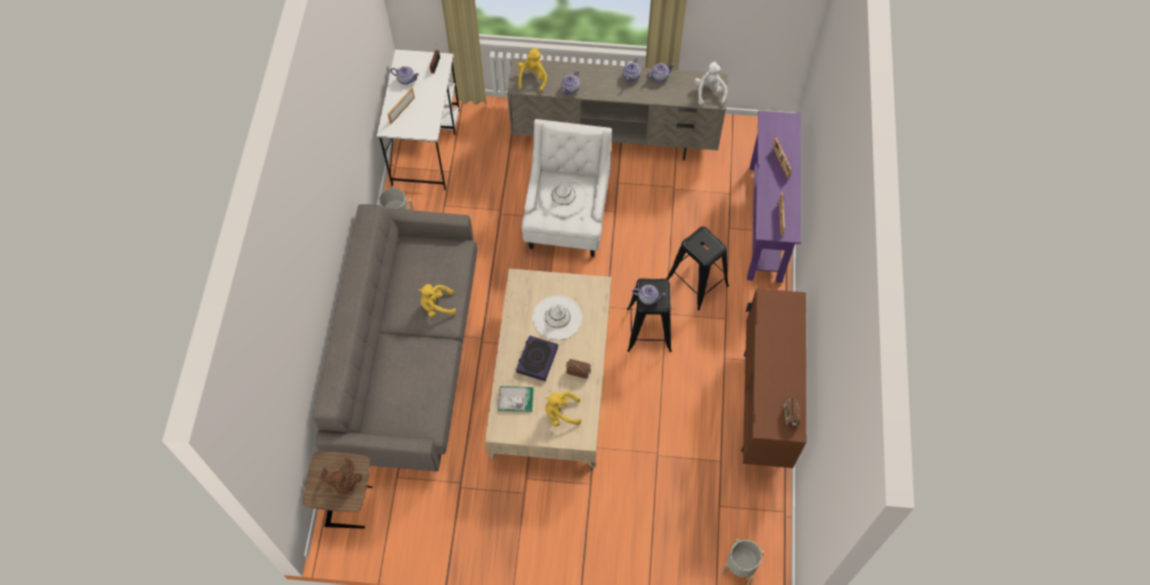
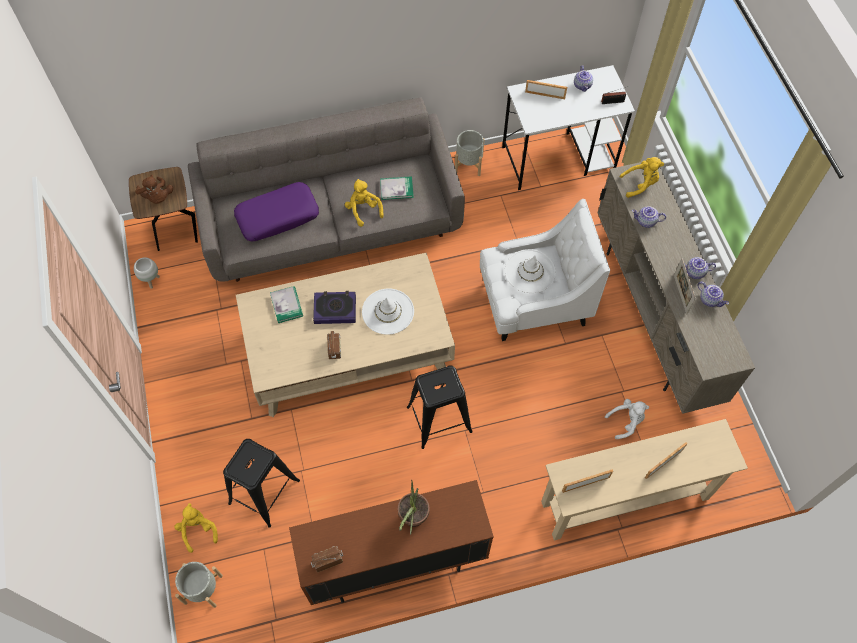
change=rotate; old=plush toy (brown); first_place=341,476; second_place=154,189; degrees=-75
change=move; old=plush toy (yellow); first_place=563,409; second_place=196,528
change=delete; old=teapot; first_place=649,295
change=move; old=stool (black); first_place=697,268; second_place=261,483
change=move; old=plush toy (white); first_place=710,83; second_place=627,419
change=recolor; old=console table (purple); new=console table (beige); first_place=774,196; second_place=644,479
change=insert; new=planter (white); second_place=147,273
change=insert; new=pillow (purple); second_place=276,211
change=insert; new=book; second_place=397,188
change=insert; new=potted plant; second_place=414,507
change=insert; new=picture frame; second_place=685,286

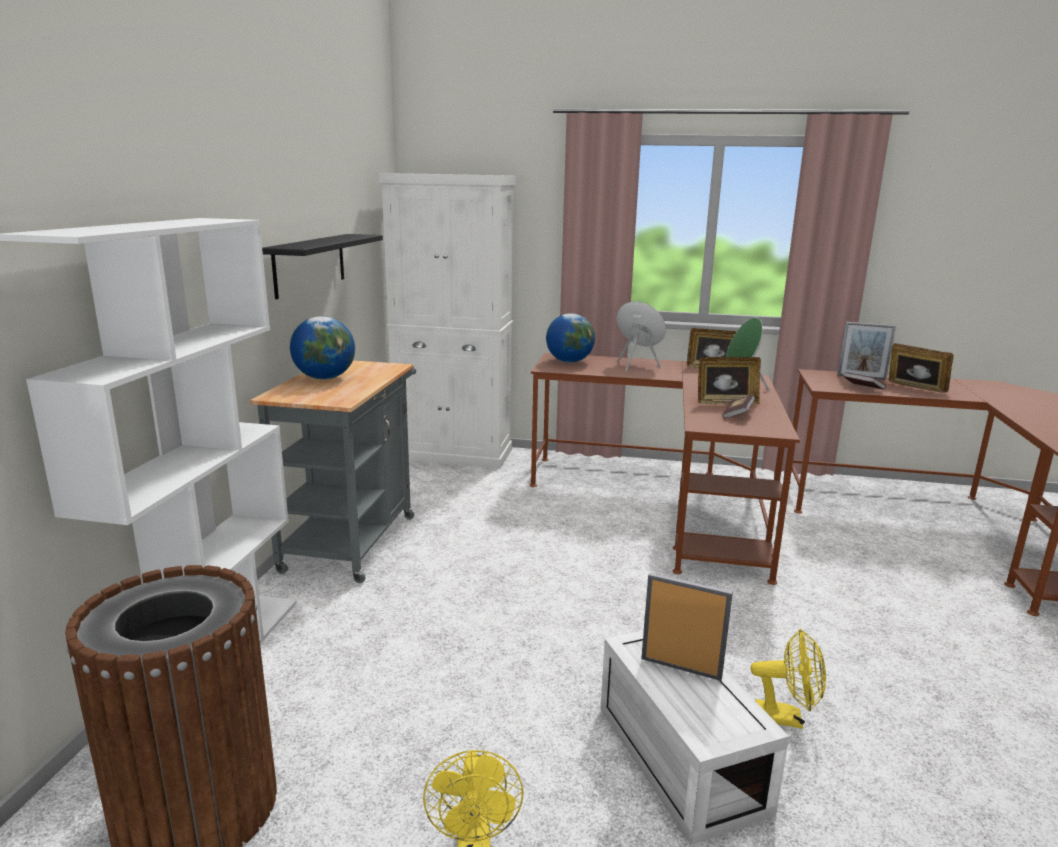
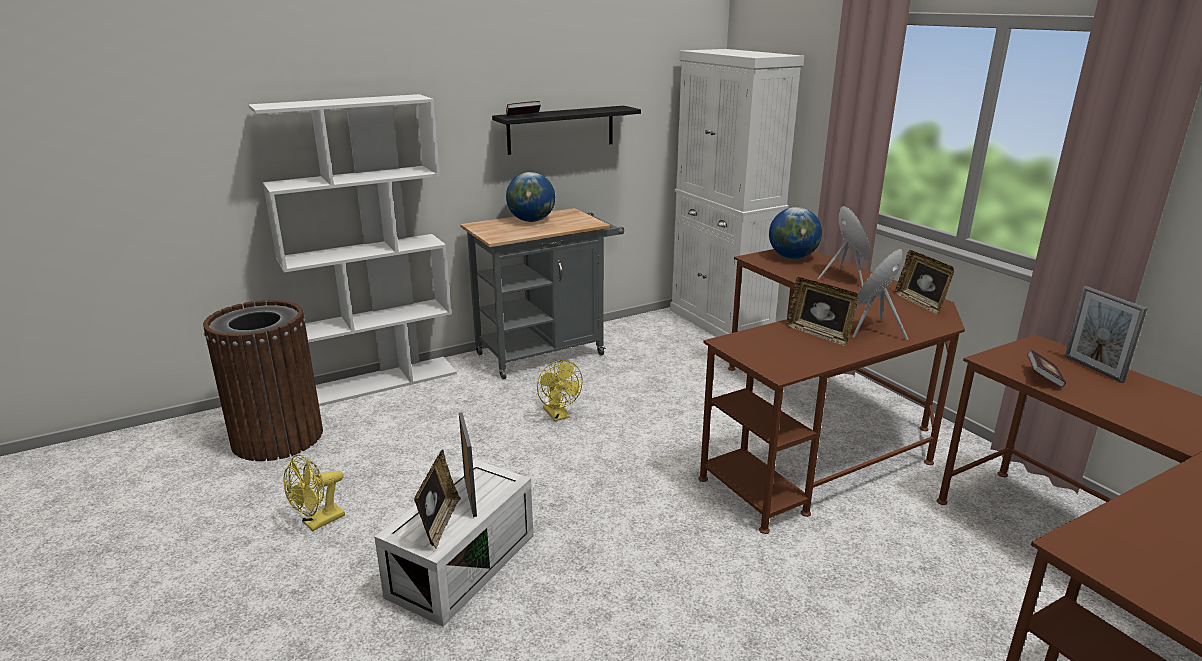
change=move; old=book; first_place=739,406; second_place=523,108
change=move; old=fan (yellow); first_place=788,679; second_place=560,390
change=move; old=picture frame; first_place=921,368; second_place=437,499

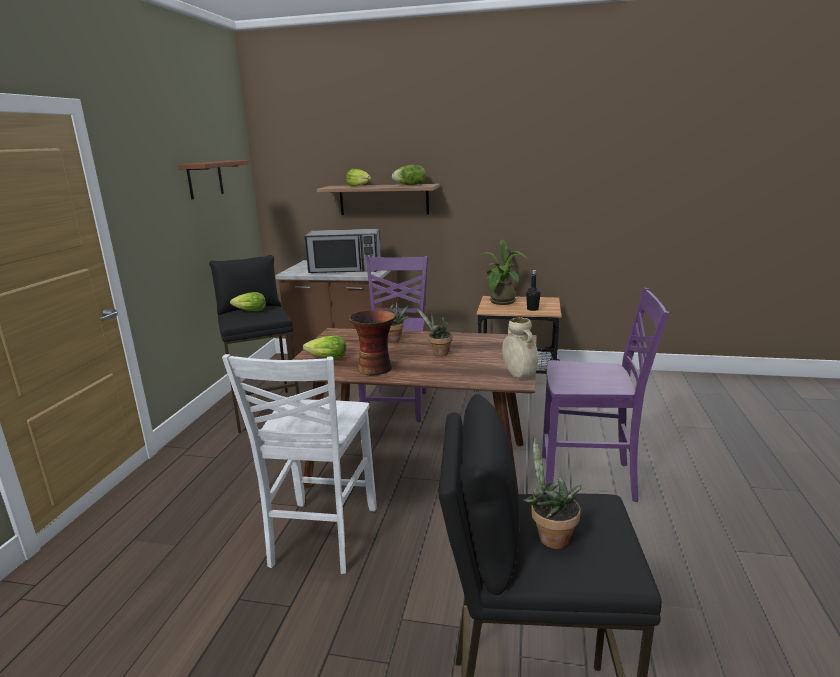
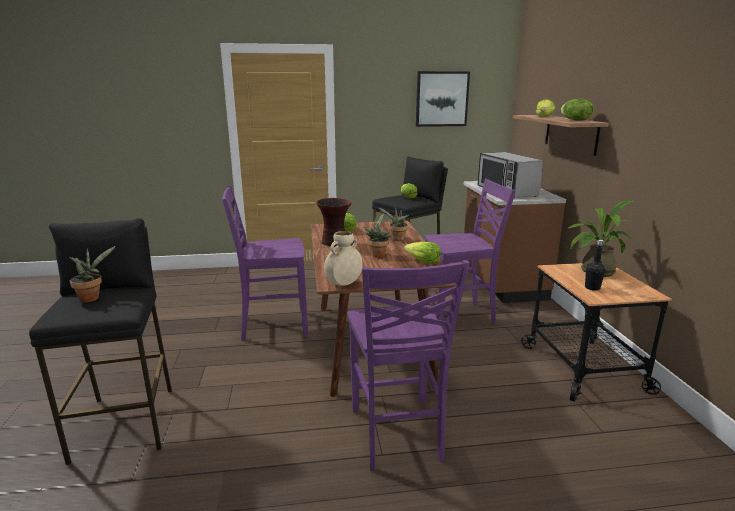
change=replace; old=shelf (brown); new=picture; first_place=213,180; second_place=443,99
change=recolor; old=chair (white); new=chair (purple); first_place=299,464; second_place=265,262
change=insert; new=lettuce; second_place=422,253

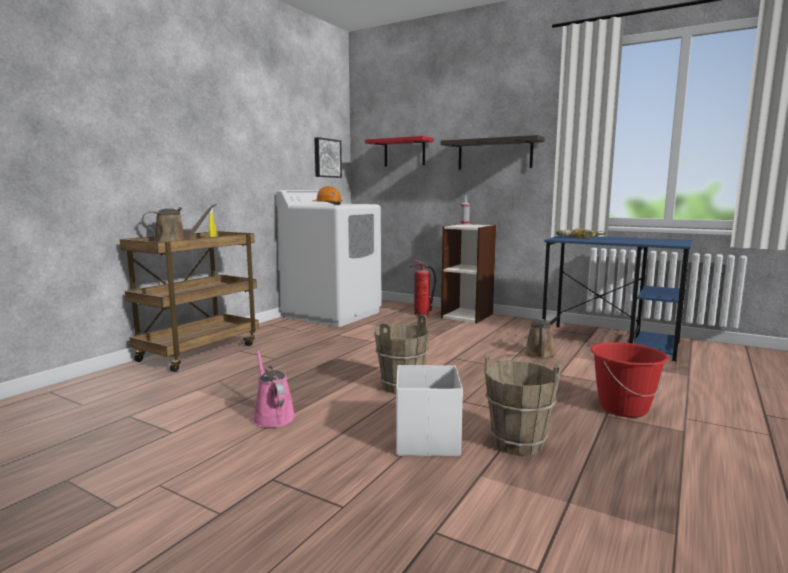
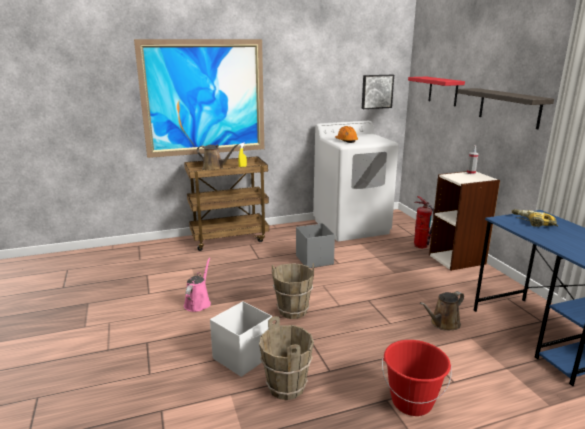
change=insert; new=picture; second_place=199,98
change=insert; new=storage box (grey); second_place=315,245

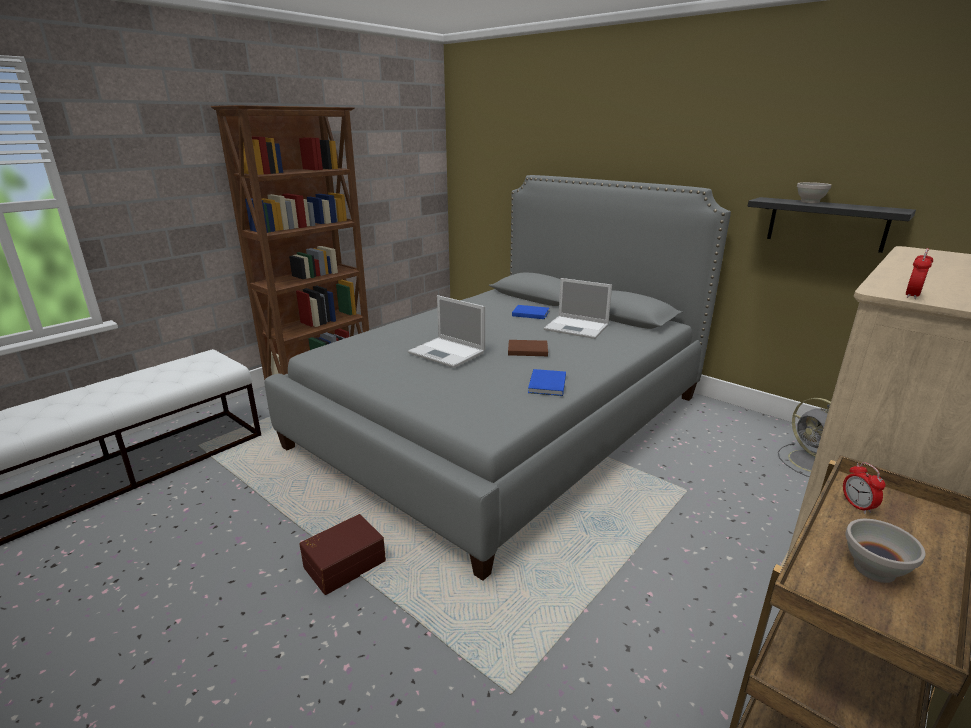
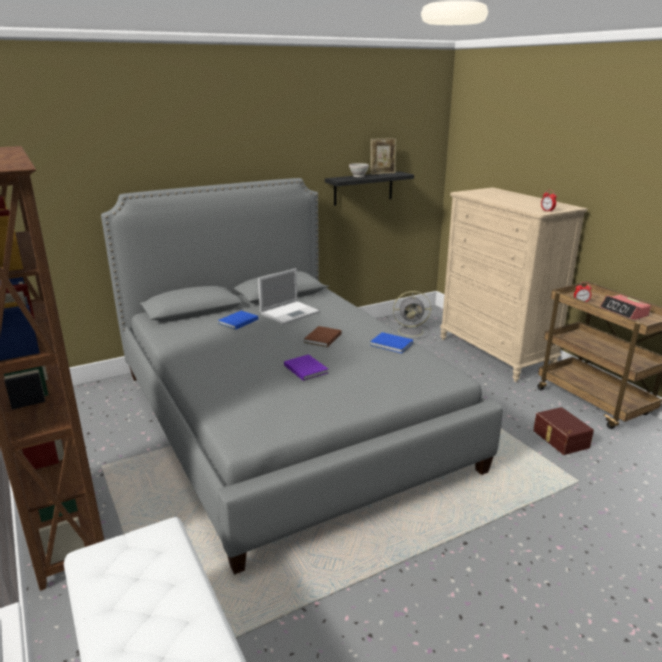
change=move; old=storage box (brown); first_place=343,554; second_place=563,431
change=replace; old=laptop; new=book (purple); first_place=446,331; second_place=306,367
change=replace; old=bowl (white); new=alarm clock; first_place=885,551; second_place=625,307
change=insert; new=picture frame; second_place=383,156

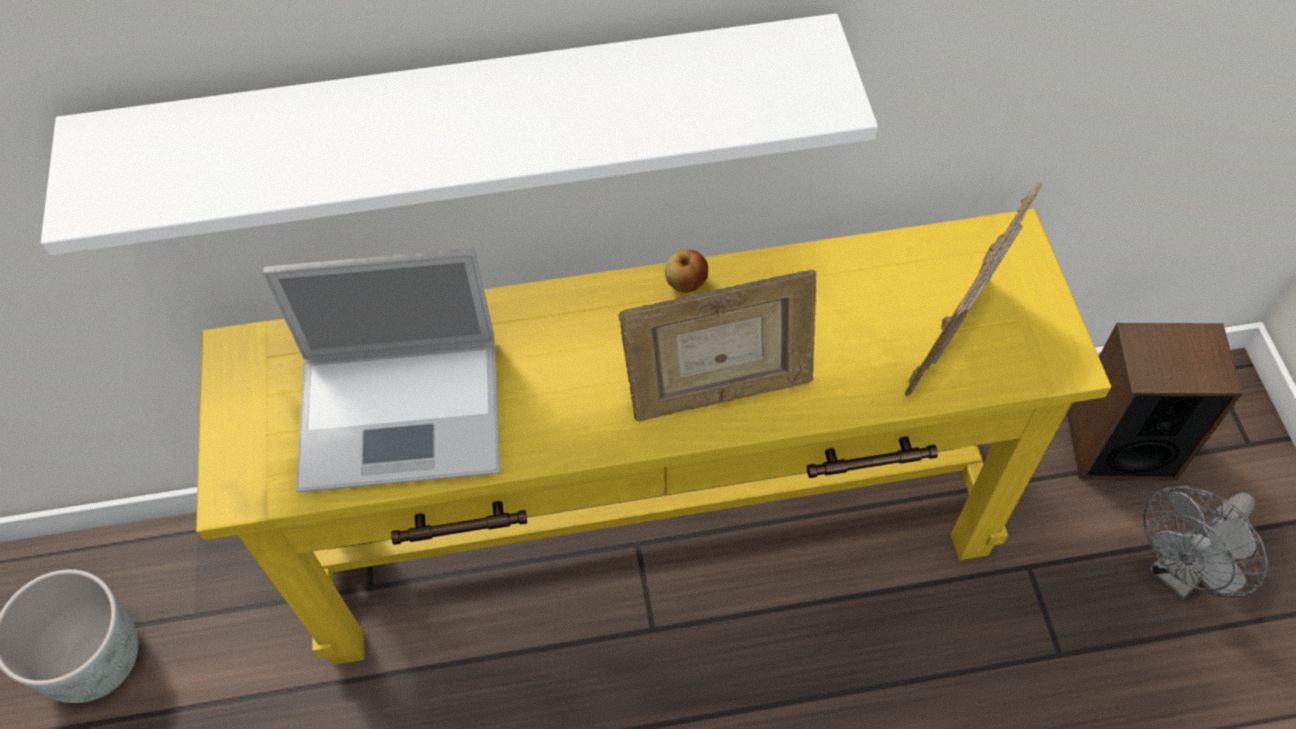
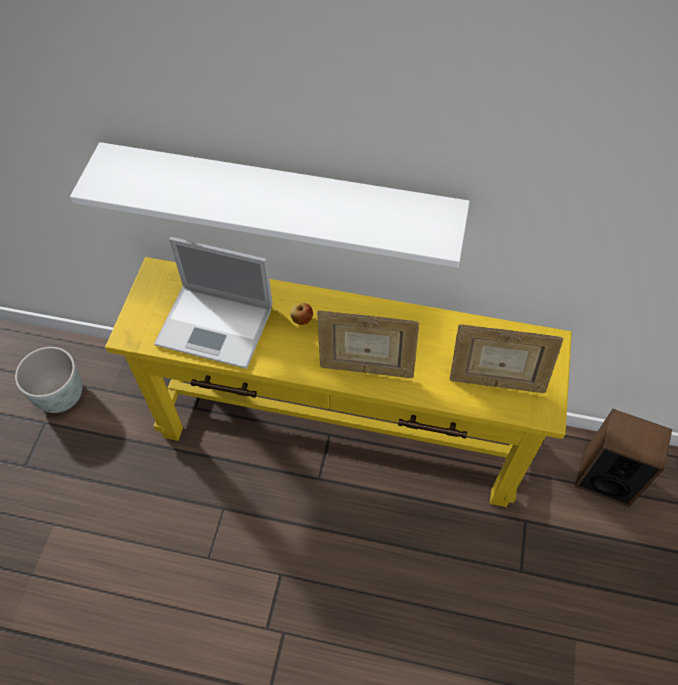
change=move; old=apple; first_place=686,271; second_place=301,314
change=rotate; old=picture frame; first_place=973,290; second_place=507,358; degrees=-135
change=delete; old=fan (grey); first_place=1205,542

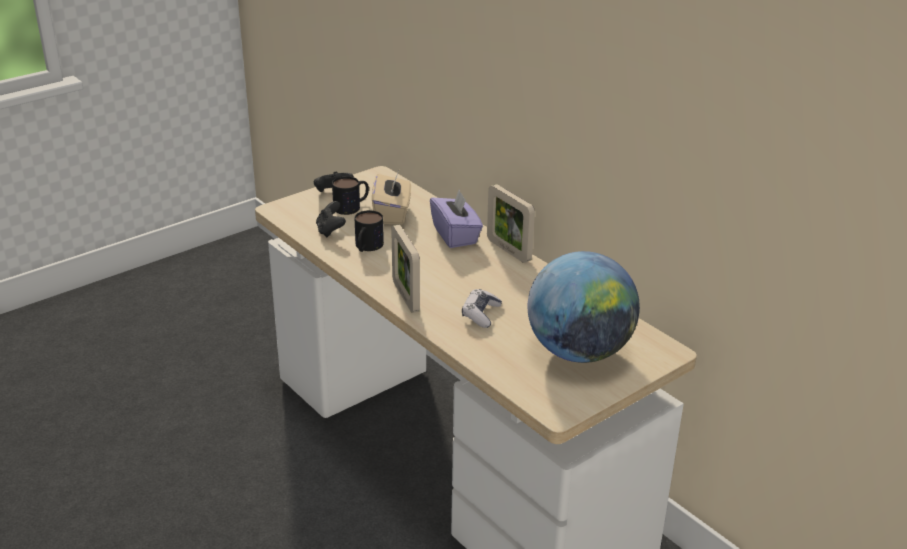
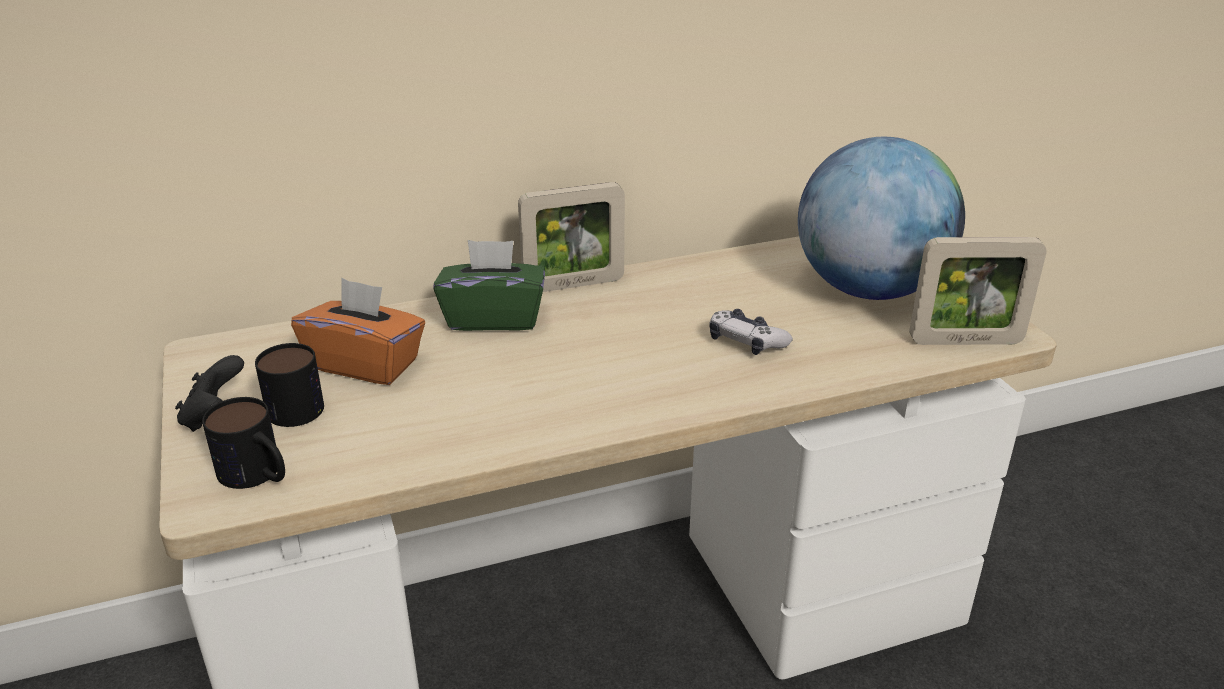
change=delete; old=game controller (black); first_place=331,219
change=move; old=mug; first_place=369,231; second_place=243,443
change=recolor; old=tissue box (beige); new=tissue box (orange); first_place=391,198; second_place=358,331
change=move; old=picture frame; first_place=405,269; second_place=978,291
change=recolor; old=tissue box (purple); new=tissue box (green); first_place=456,219; second_place=489,285

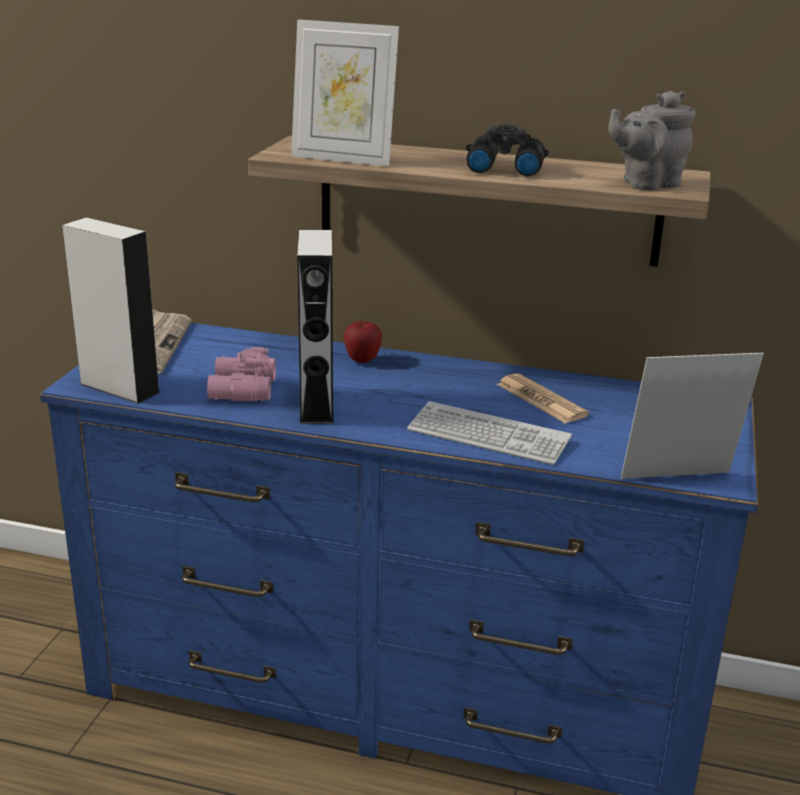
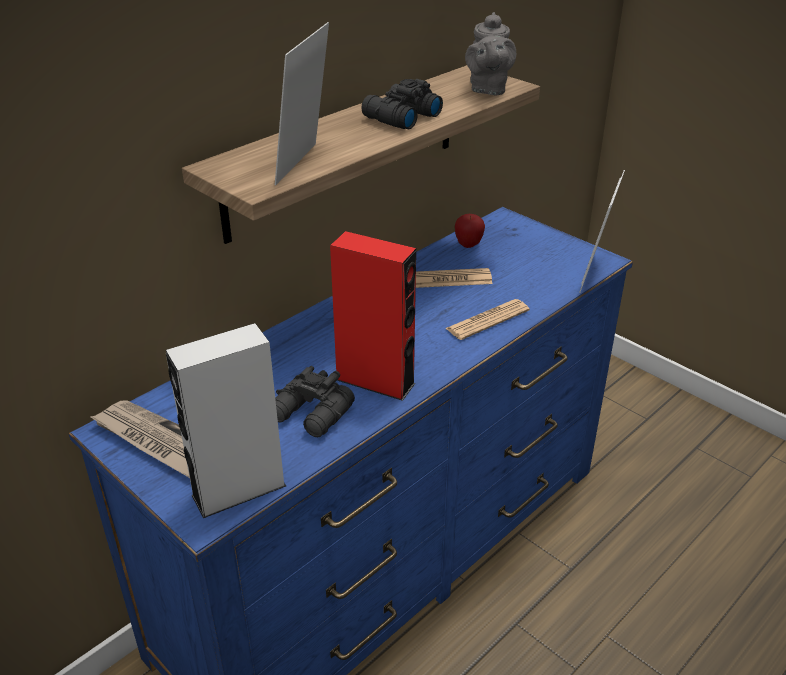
change=recolor; old=binoculars (pink); new=binoculars (black); first_place=241,374; second_place=315,401
change=rotate; old=picture frame; first_place=345,93; second_place=302,103; degrees=150
change=recolor; old=speaker (grey); new=speaker (red); first_place=315,327; second_place=373,316
change=move; old=apple; first_place=363,342; second_place=470,231
change=replace; old=keyboard; new=newspaper; first_place=489,433; second_place=487,319

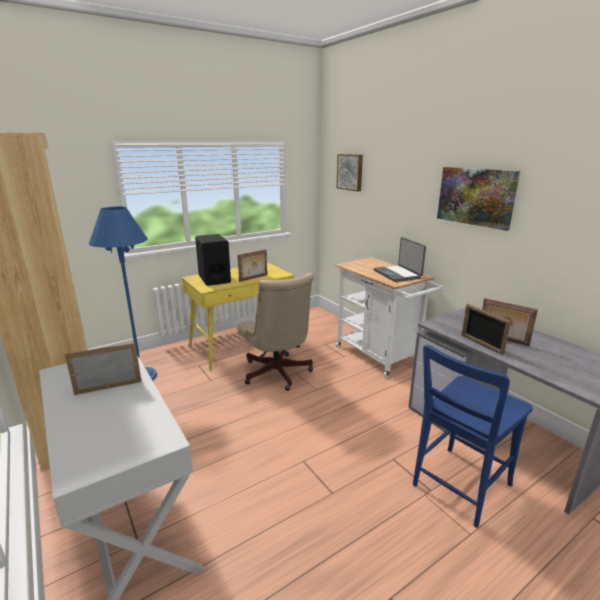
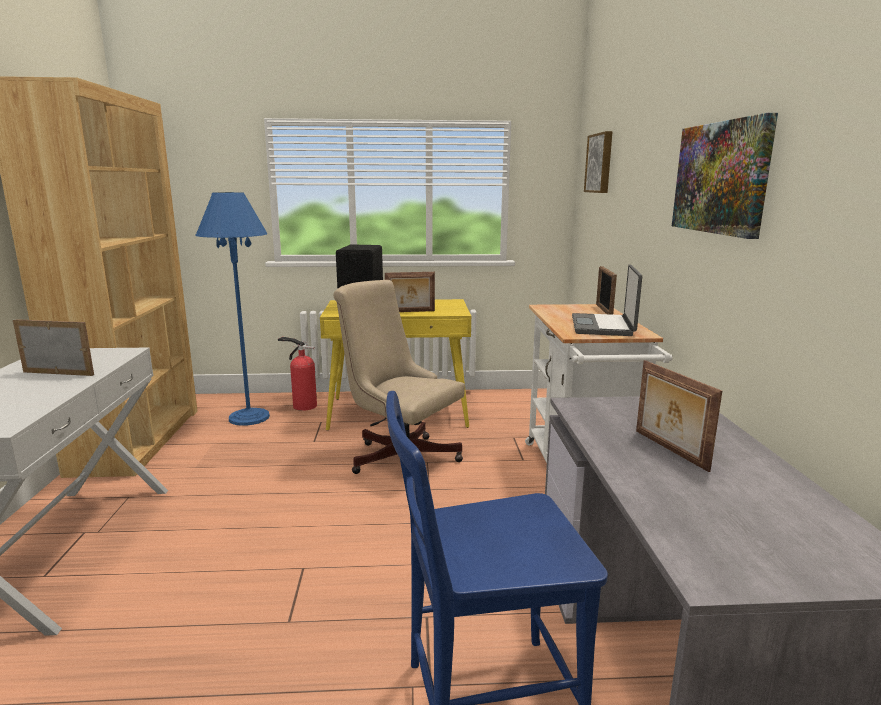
change=rotate; old=office chair (beige); first_place=276,332; second_place=399,377; degrees=120
change=move; old=picture frame; first_place=486,329; second_place=606,290
change=insert; new=fire extinguisher; second_place=297,374

